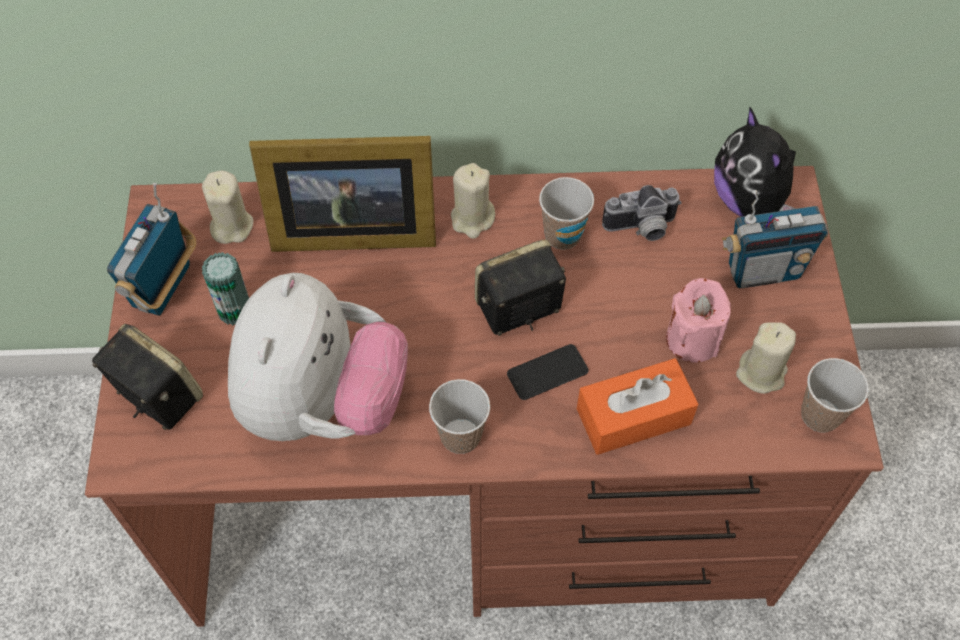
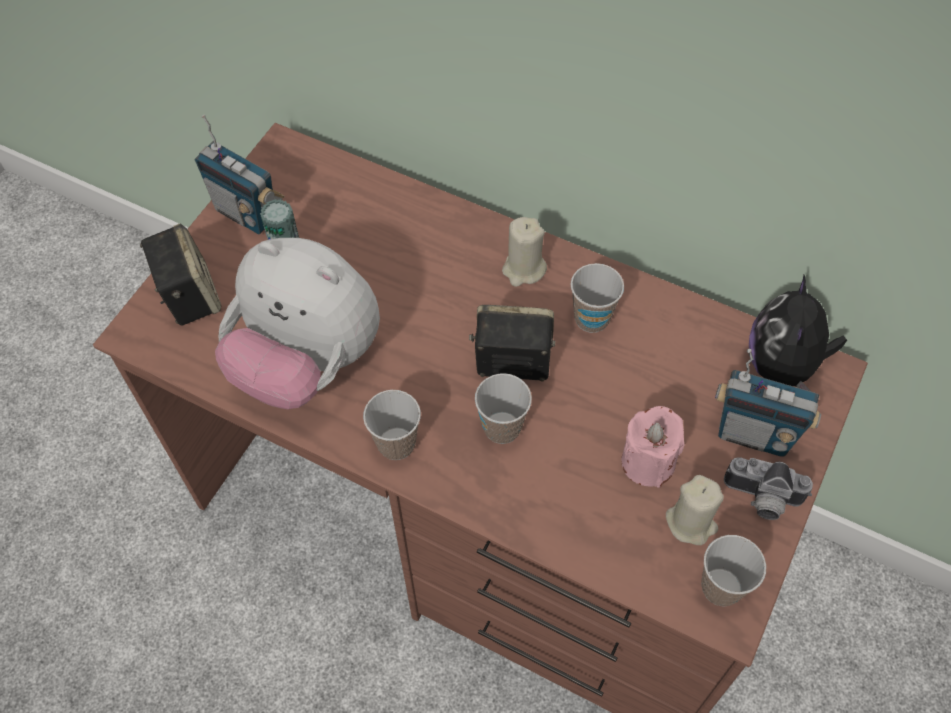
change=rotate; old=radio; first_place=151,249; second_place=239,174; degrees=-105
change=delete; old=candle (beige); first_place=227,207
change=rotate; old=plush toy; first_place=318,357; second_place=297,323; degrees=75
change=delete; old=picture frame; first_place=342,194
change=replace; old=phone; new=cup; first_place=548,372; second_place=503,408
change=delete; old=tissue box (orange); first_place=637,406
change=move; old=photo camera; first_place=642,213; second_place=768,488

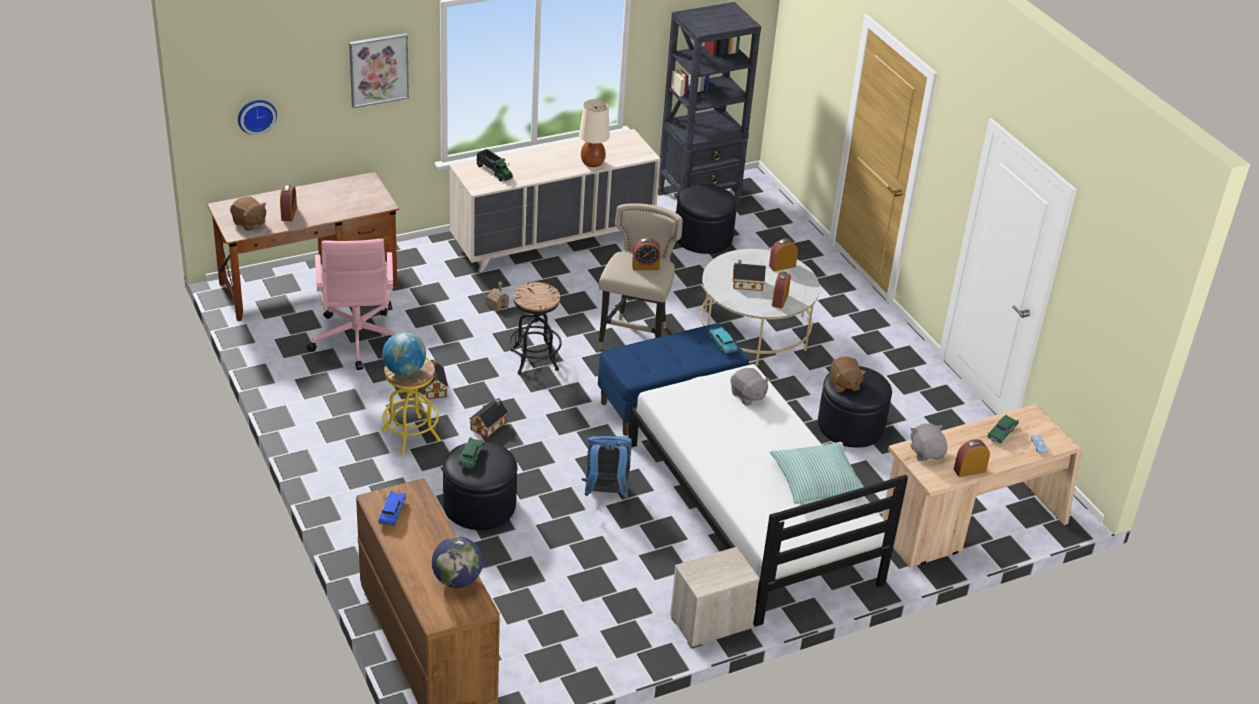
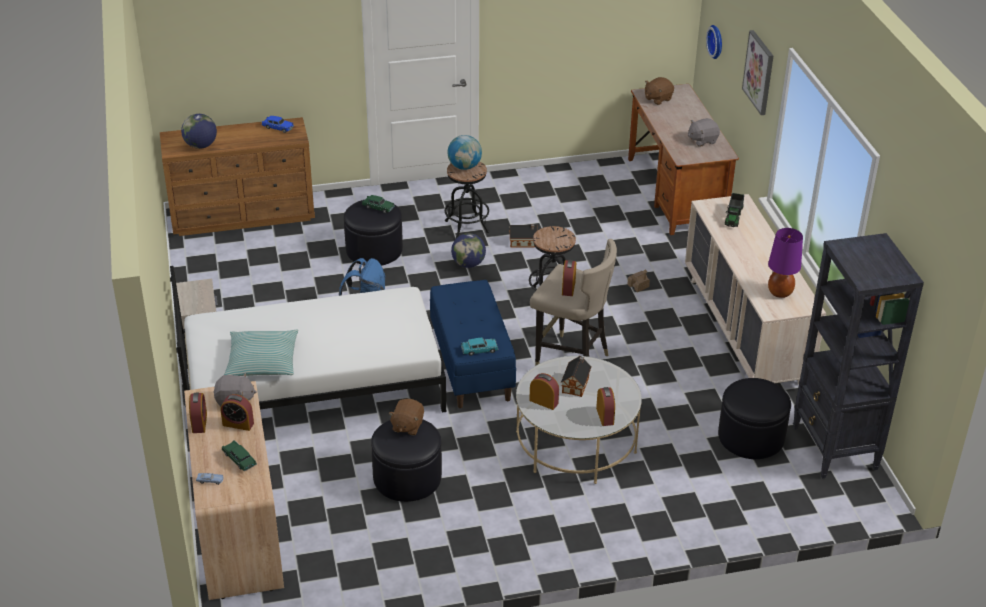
change=move; old=alarm clock; first_place=288,202; second_place=237,412
change=delete; old=office chair (pink); first_place=352,304
change=recolor; old=stool (yellow); new=stool (black); first_place=411,406; second_place=467,199
change=replace; old=toy house; new=globe; first_place=488,418; second_place=468,250
change=rotate; old=toy truck; first_place=494,165; second_place=734,210; degrees=-45
change=delete; old=table lamp (beige); first_place=594,133
change=move; old=plush toy (grey); first_place=750,386; second_place=704,132
change=rotate; old=plush toy (brown); first_place=848,374; second_place=406,417; degrees=-75
change=insert; new=table lamp (purple); second_place=785,263

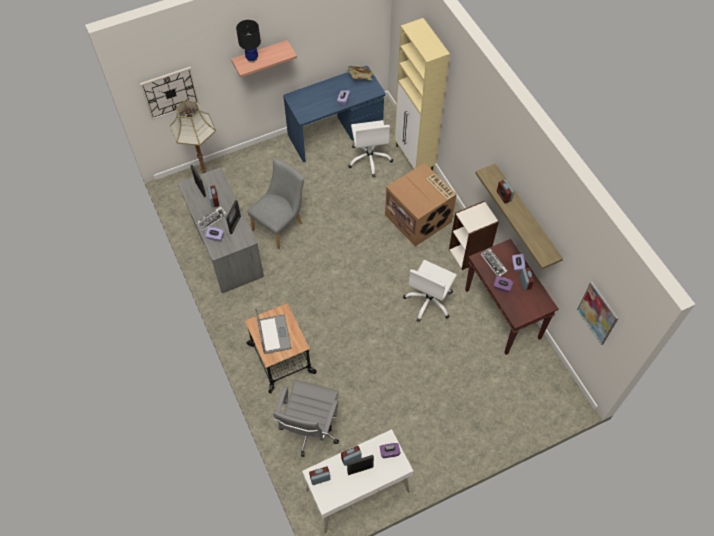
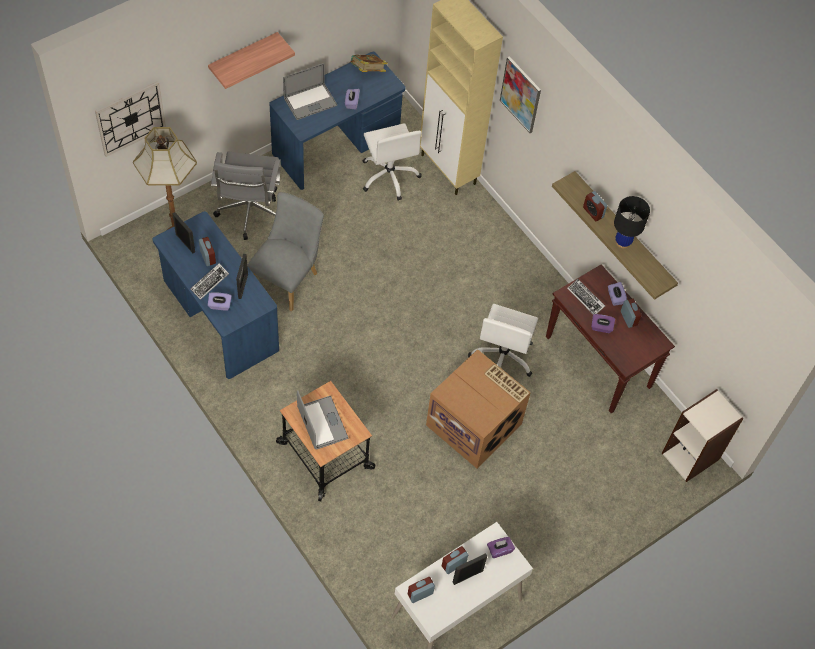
change=recolor; old=desk (grey); new=desk (blue); first_place=221,230; second_place=215,295
change=move; old=table lamp (black); first_place=248,41; second_place=632,222
change=move; old=office chair (grey); first_place=306,418; second_place=246,196
change=move; old=cardboard box; first_place=421,204; second_place=478,408
change=move; old=bookcase; first_place=474,235; second_place=702,435
change=move; old=picture; first_place=598,313; second_place=520,94
change=insert; new=laptop; second_place=310,91

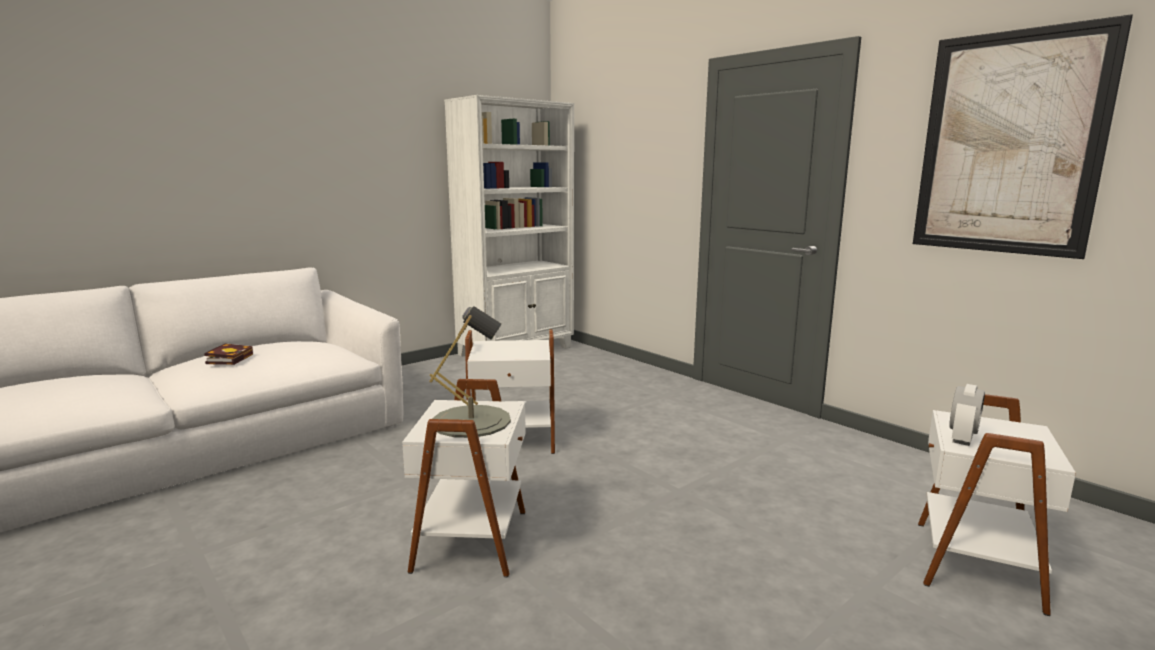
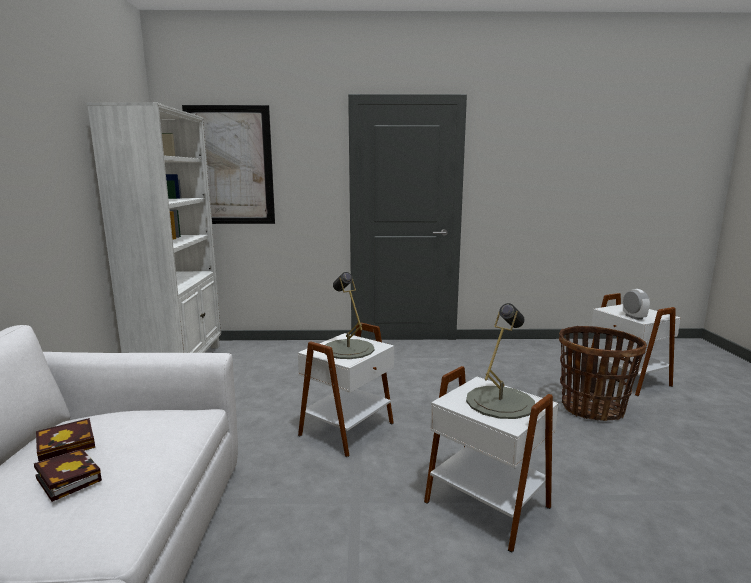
change=move; old=picture; first_place=1023,136; second_place=228,164
change=insert; new=book; second_place=65,440
change=insert; new=table lamp (grey); second_place=349,315
change=insert; new=basket; second_place=603,373

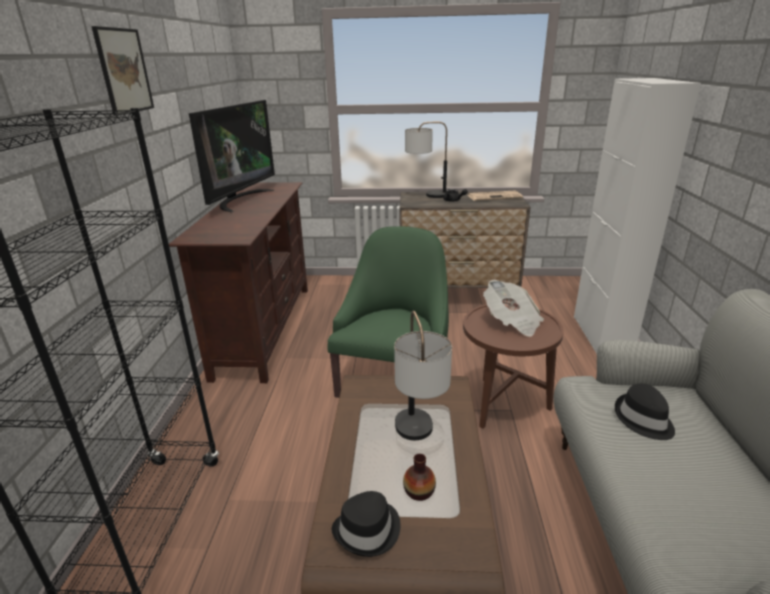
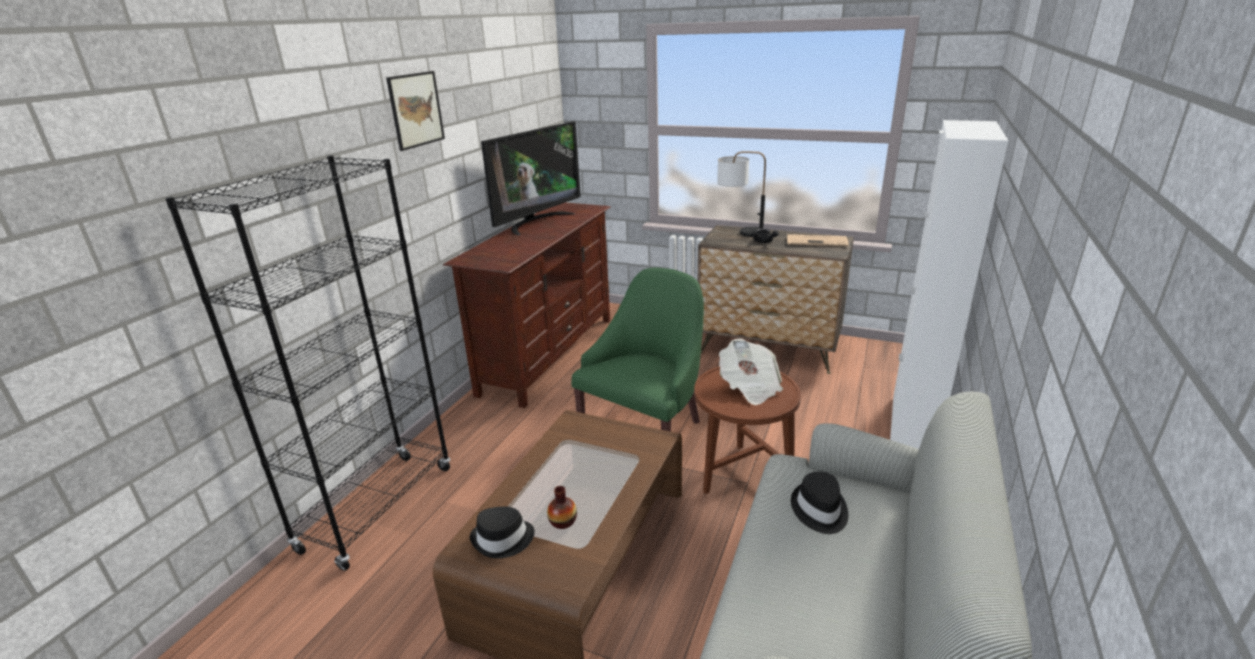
change=delete; old=table lamp; first_place=423,375

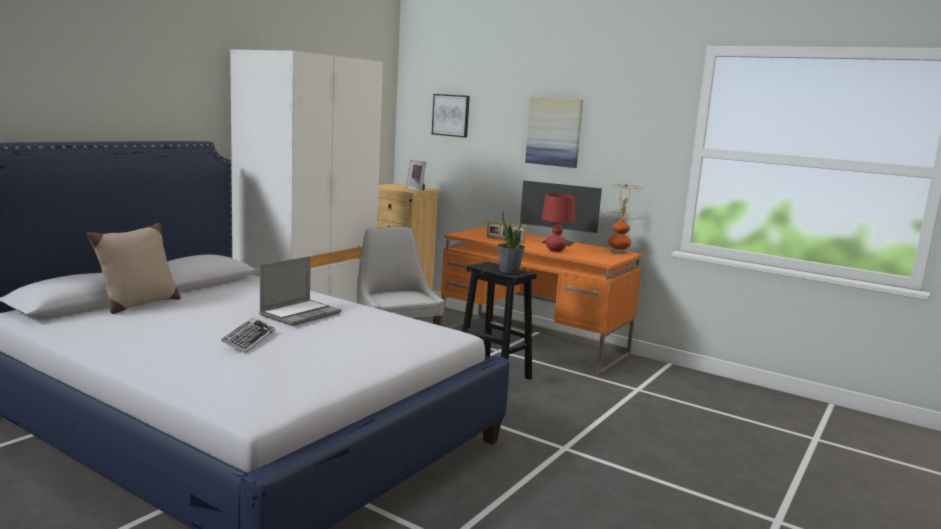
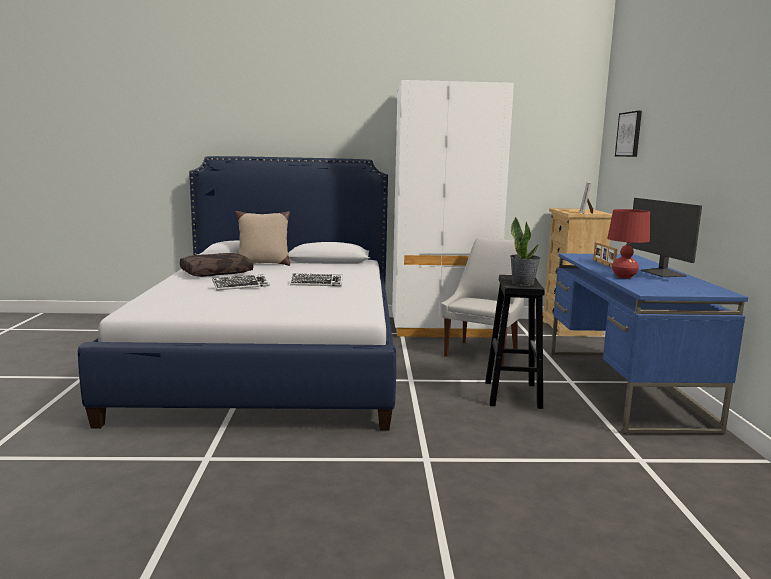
change=replace; old=laptop; new=keyboard; first_place=300,291; second_place=316,279
change=recolor; old=desk (orange); new=desk (blue); first_place=541,301; second_place=649,343
change=delete; old=picture; first_place=554,132
change=delete; old=table lamp; first_place=622,219
change=insert; new=pillow (brown); second_place=216,265

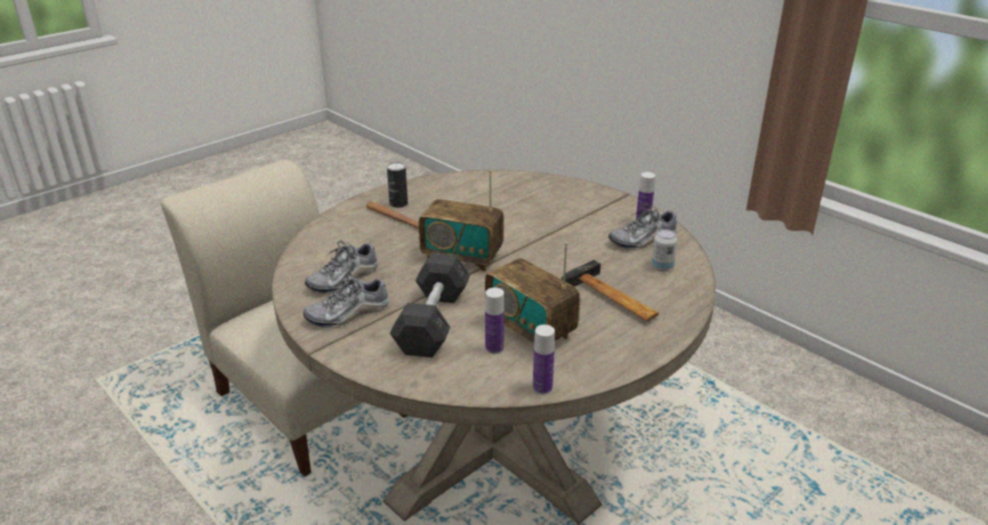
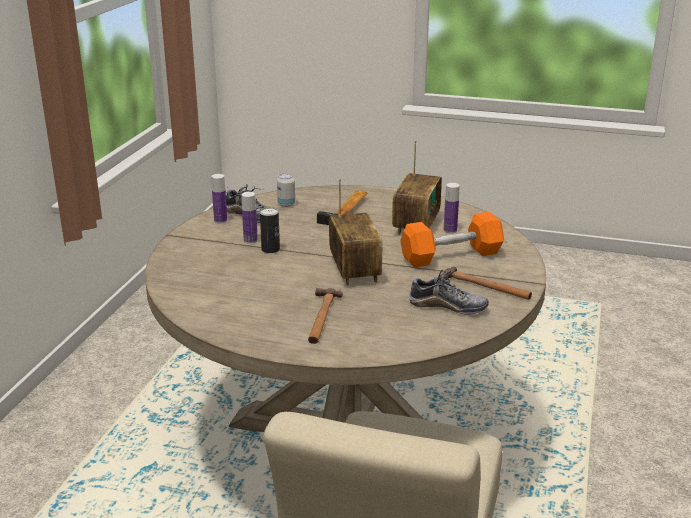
change=replace; old=shoe; new=hammer; first_place=346,301; second_place=486,283
change=move; old=can; first_place=397,185; second_place=270,230
change=recolor; old=dumbbell (grey); new=dumbbell (orange); first_place=430,305; second_place=452,240
change=move; old=bottle; first_place=544,360; second_place=250,218

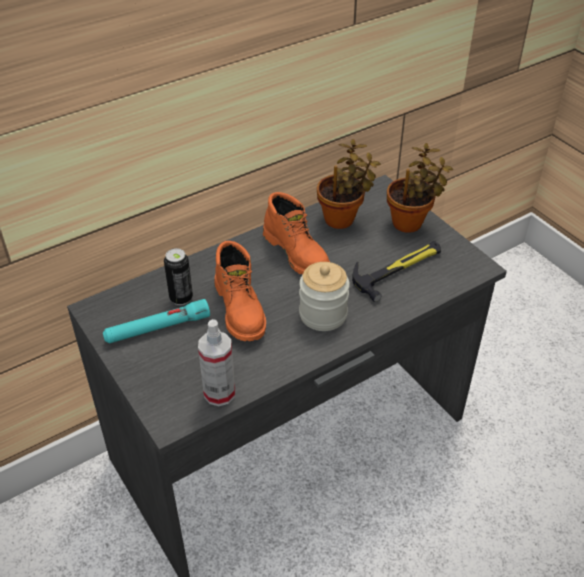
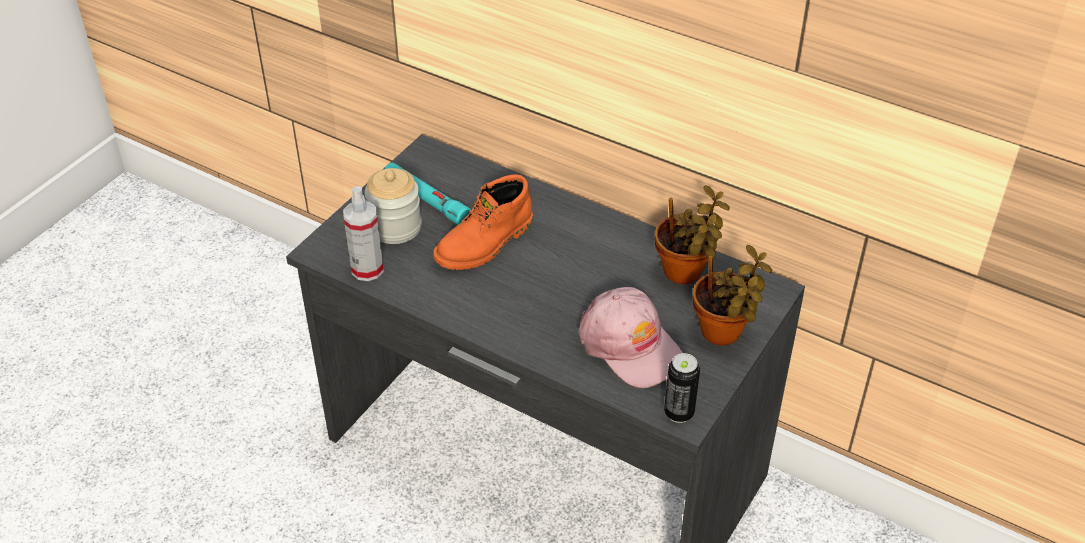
change=move; old=can; first_place=178,276; second_place=682,388
change=delete; old=boot (orange); first_place=296,233
change=move; old=jar; first_place=324,296; second_place=393,206
change=replace; old=hammer; new=cap (pink); first_place=396,271; second_place=630,337

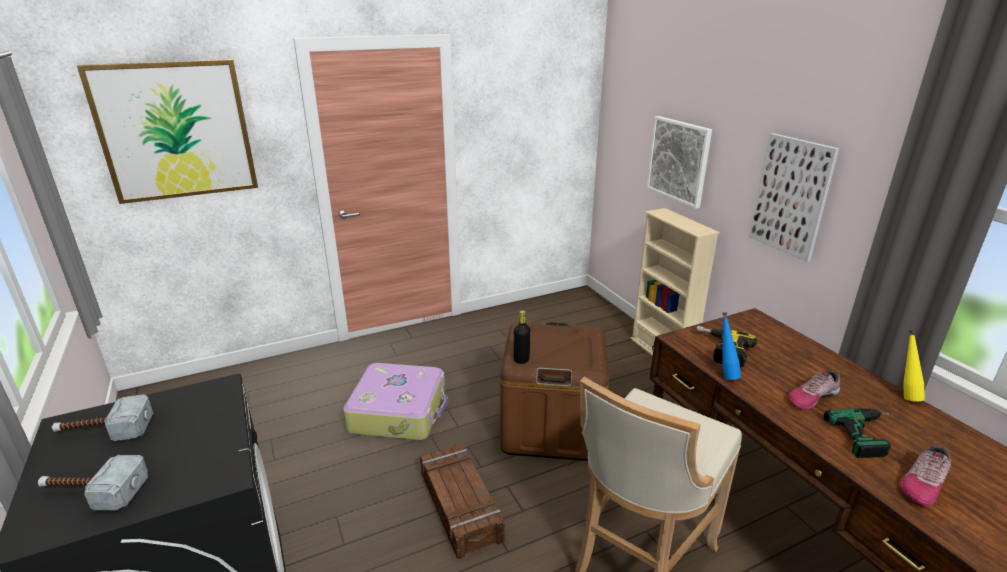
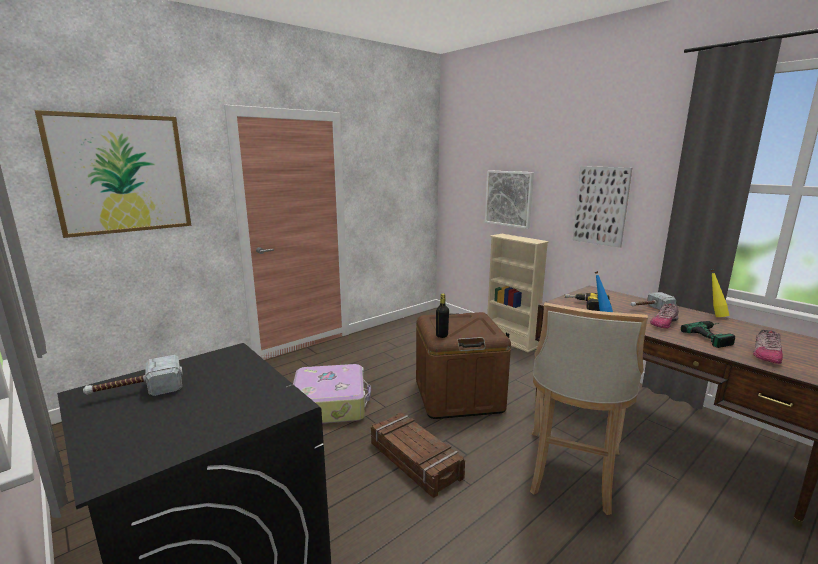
change=move; old=hammer; first_place=93,482; second_place=653,301

